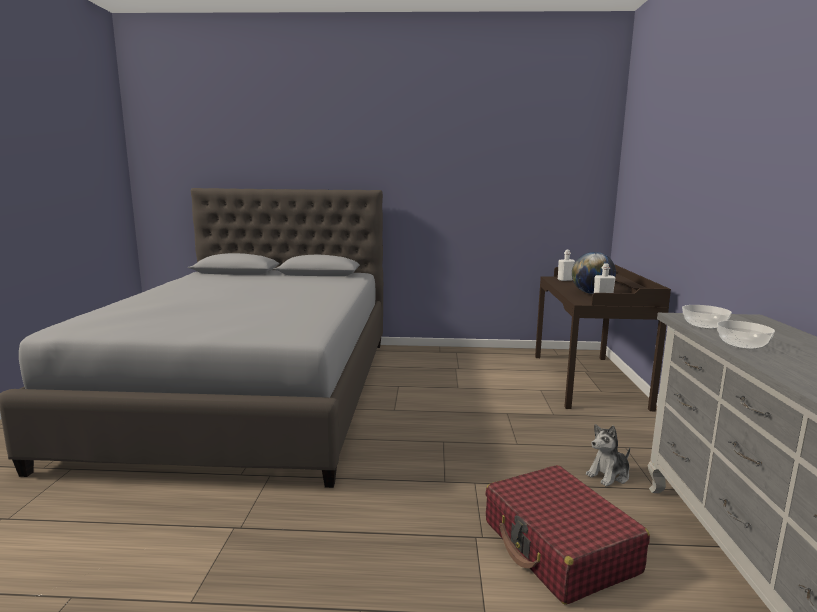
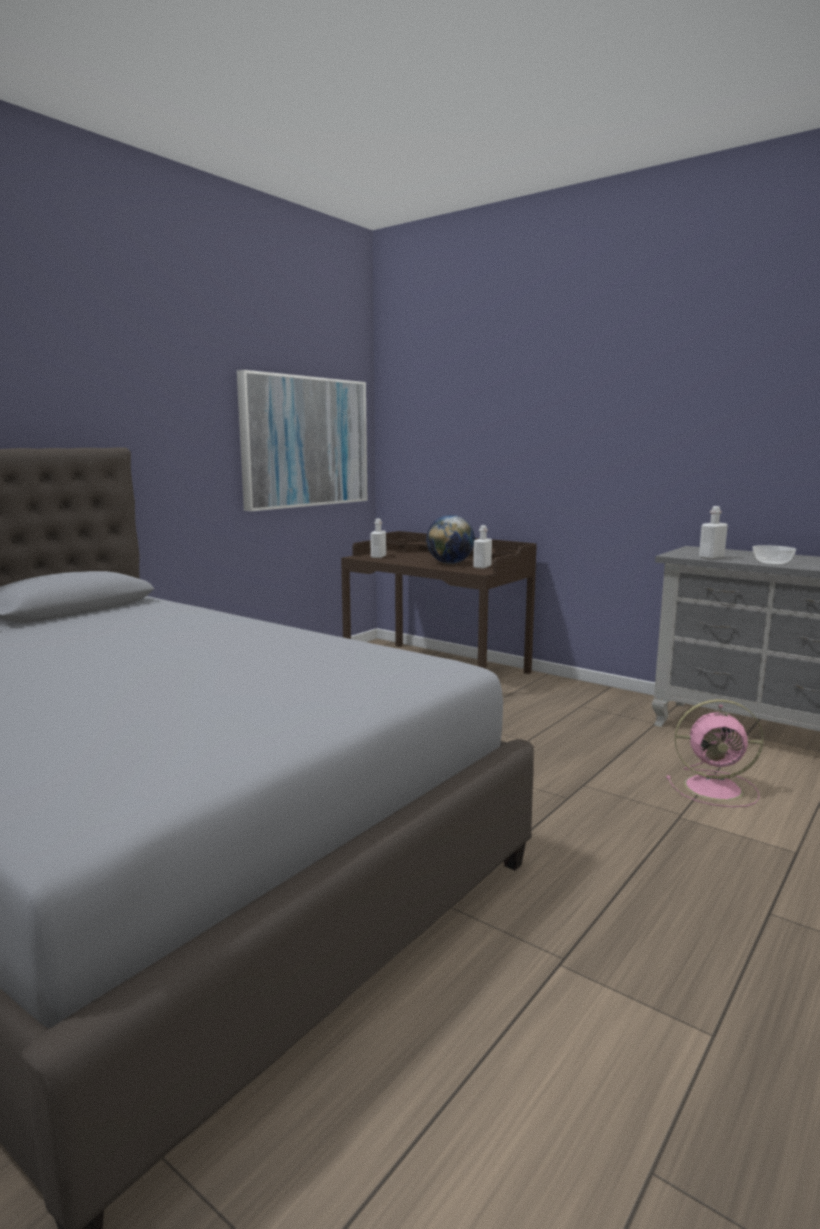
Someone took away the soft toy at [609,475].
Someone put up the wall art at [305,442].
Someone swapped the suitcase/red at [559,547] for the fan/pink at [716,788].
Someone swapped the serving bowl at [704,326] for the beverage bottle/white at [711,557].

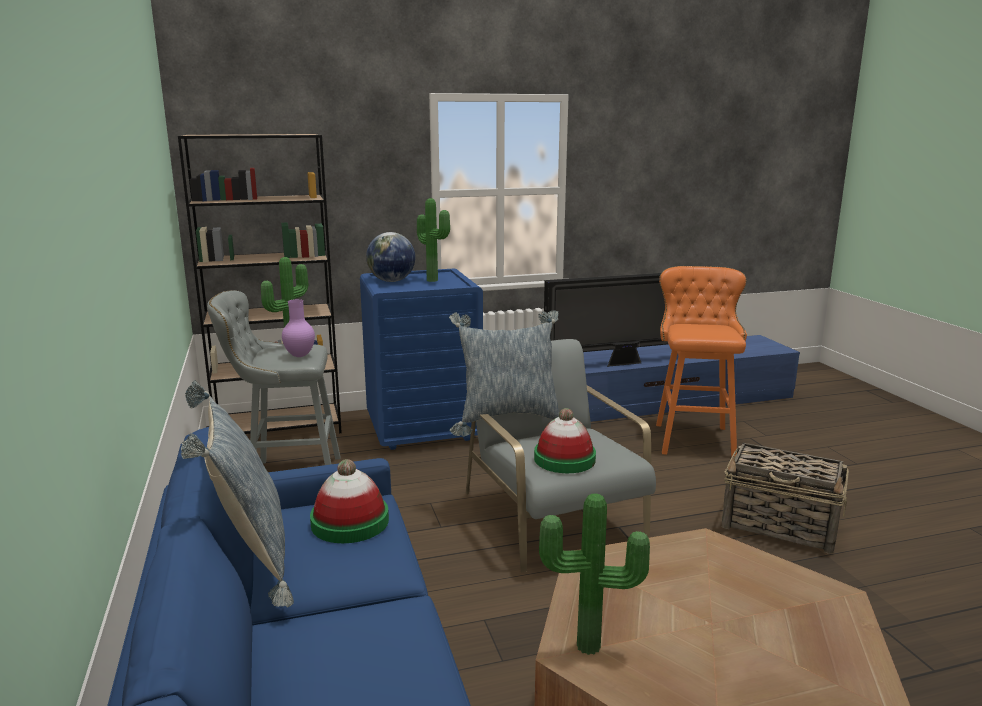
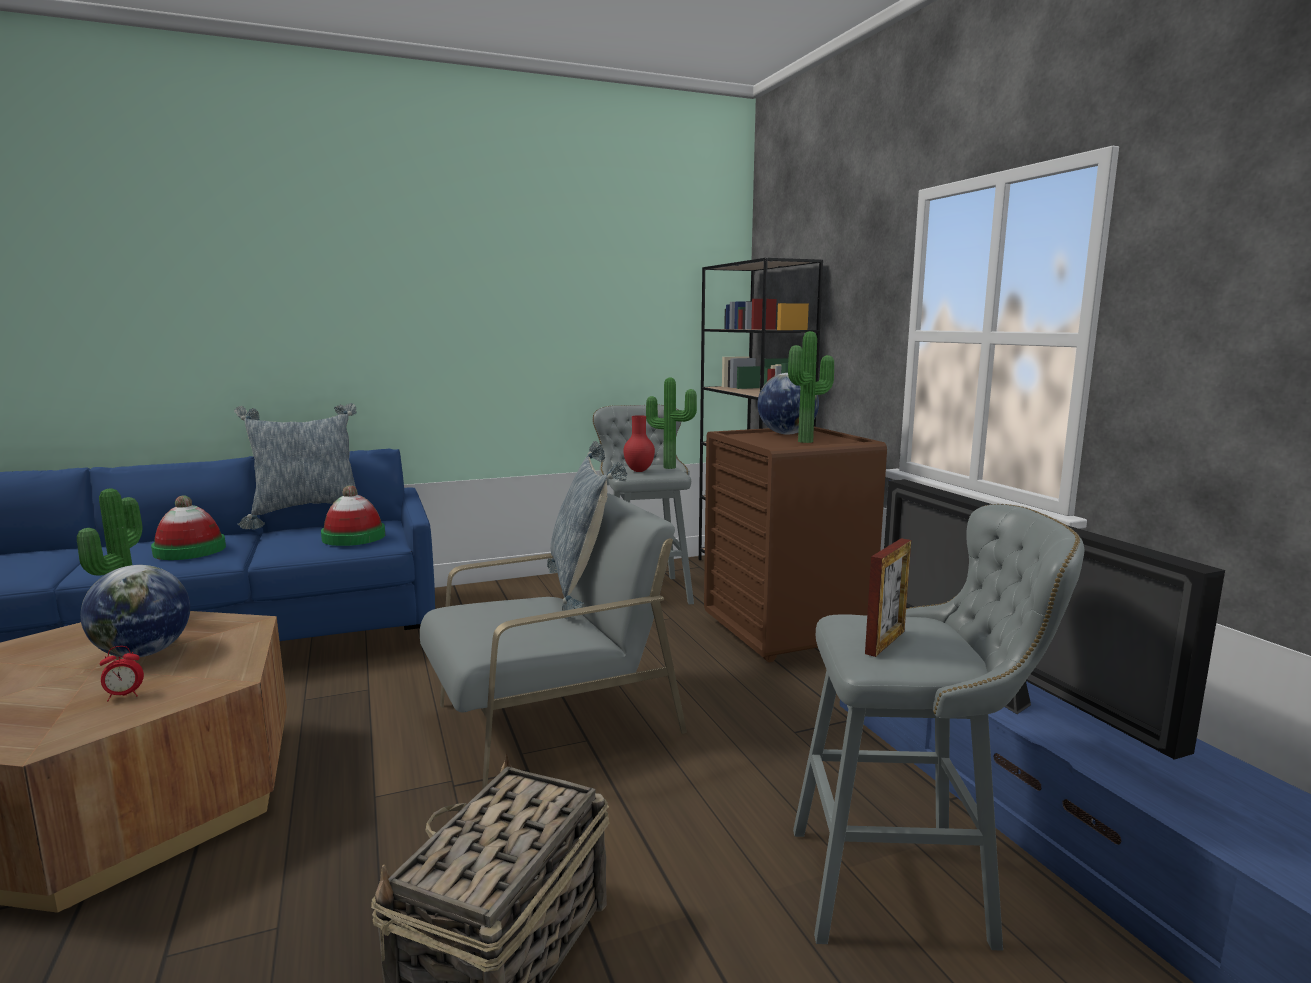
Someone put down the desk globe at [143,653].
Someone put down the bedside clock at [124,696].
Someone put down the standing frame at [885,642].
Someone carried the wearable hat from [564,459] to [190,550].
Someone repainted the flower vase/purple at [299,356], which became the flower vase/red at [638,471].
Someone repainted the drawer chest/bluish at [424,430], which became the drawer chest/brown at [786,635].
Someone repainted the sitting stool/orange-coloured at [693,435], which became the sitting stool/greyish at [914,885].

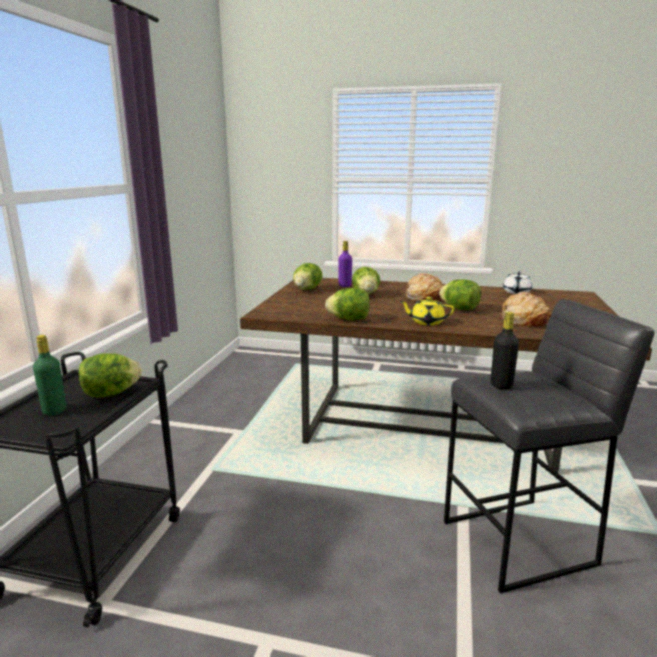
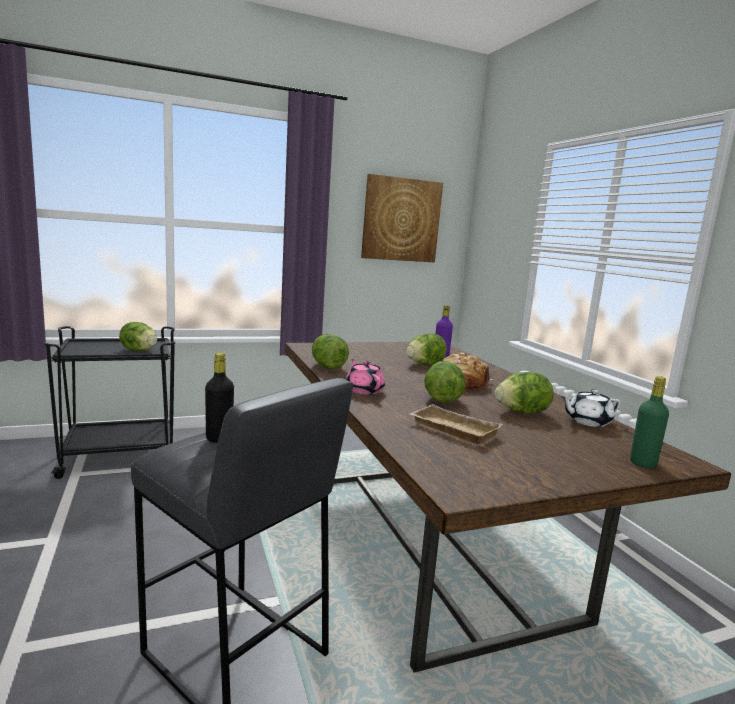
Someone put up the wall art at [401,220].
Someone carried the beverage bottle/greenish from [54,410] to [643,463].
Someone carried the lettuce head from [307,289] to [522,412].
Someone swapped the bakery bread at [523,320] for the carrying tray/beige-coloured at [451,430].
Someone repainted the teapot/yellow-coloured at [426,322], which became the teapot/pink at [364,390].

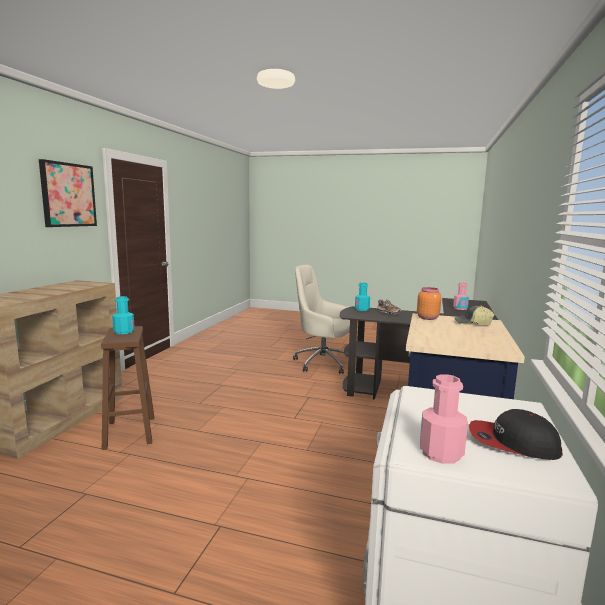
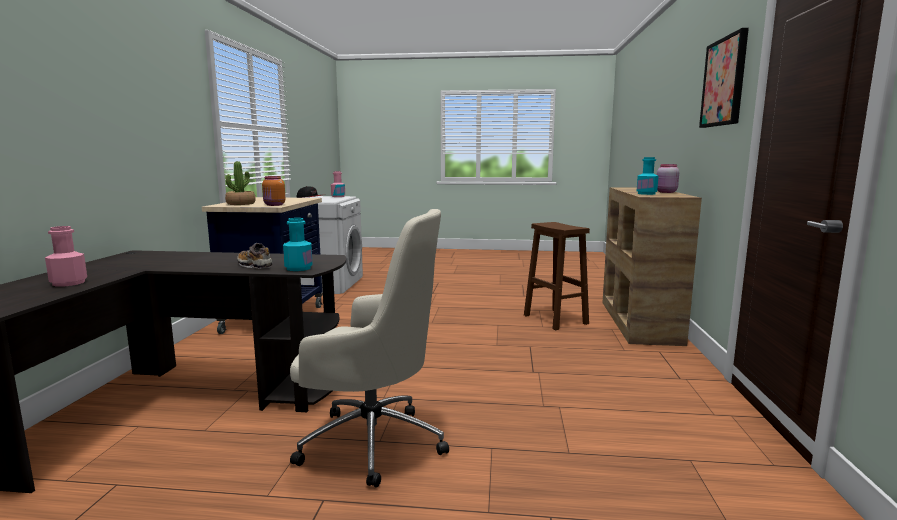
Someone put down the preserve jar/pink at [665,192].
Someone carried the beverage bottle/turquoise from [124,332] to [646,193].
Someone swapped the cap at [472,323] for the plant in a pot at [241,204].

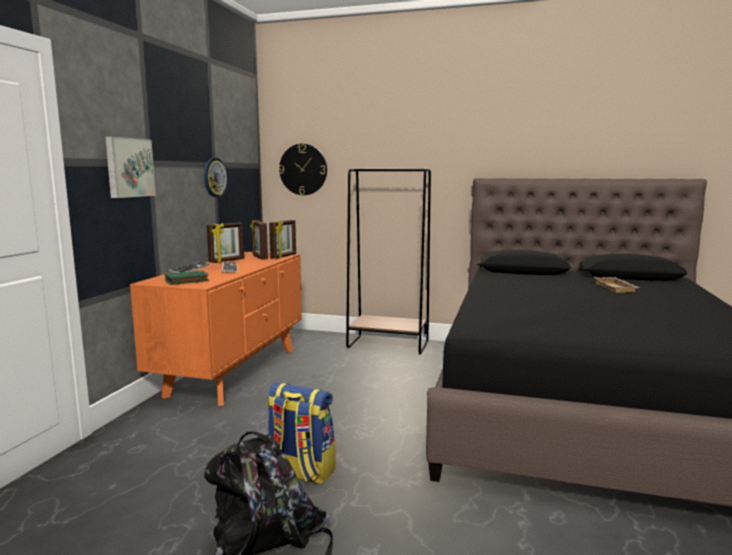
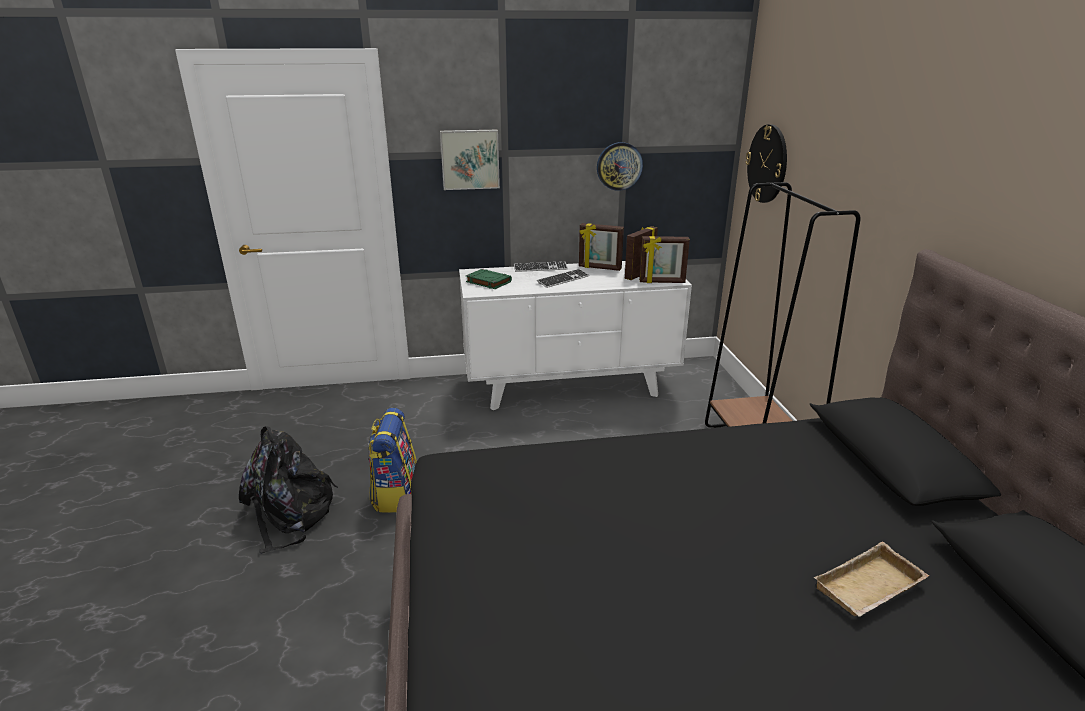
Someone repainted the drawer chest/orange-coloured at [233,371], which became the drawer chest/white at [569,385].

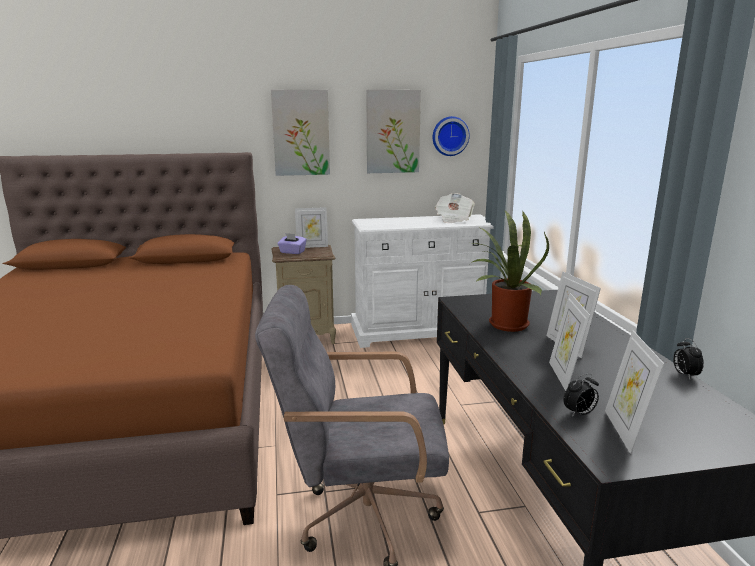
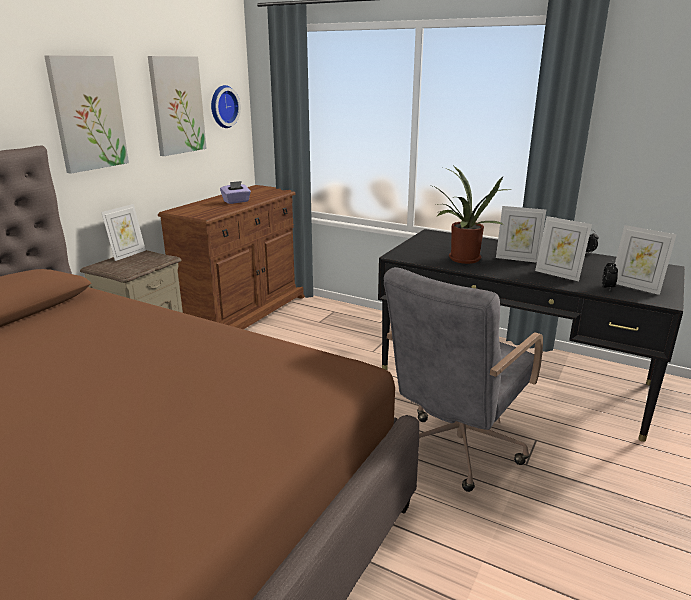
Someone took away the printed paper at [453,219].
Someone carried the box of tissues/purple from [292,252] to [236,201].
Someone repainted the drawer chest/white at [423,330], which became the drawer chest/brown at [243,312].

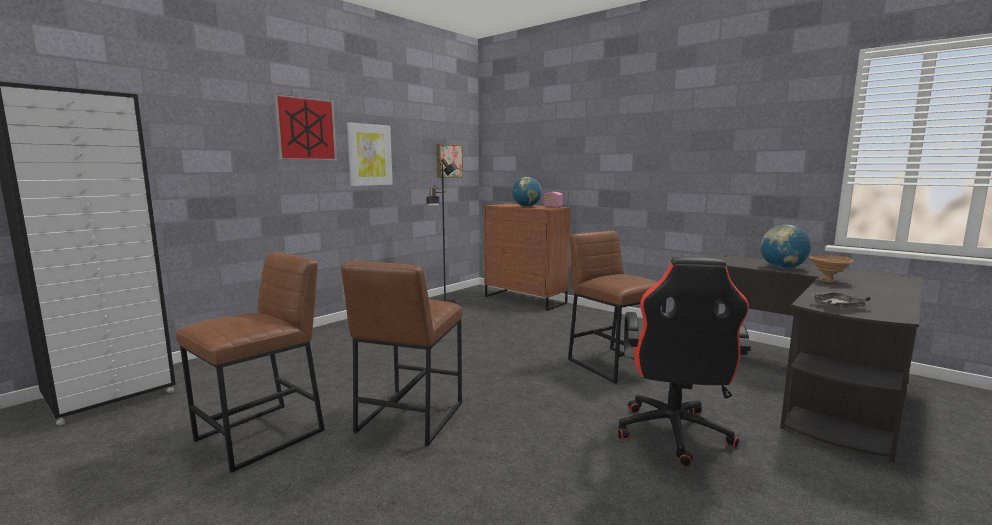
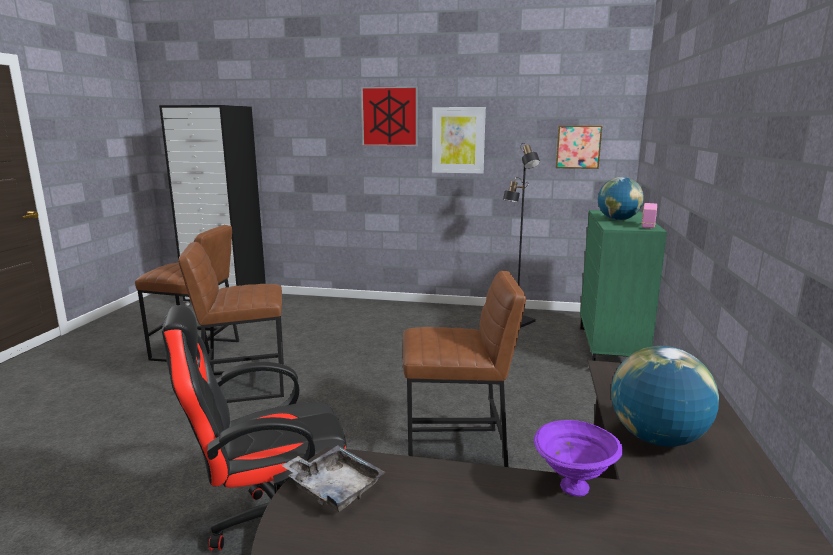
Someone repainted the drawer chest/brown at [525,299], which became the drawer chest/greenish at [611,350].
Someone repainted the serving bowl/brown at [828,281], which became the serving bowl/purple at [573,489].
Someone rotated the chair/brown at [612,364] by 60 degrees clockwise.

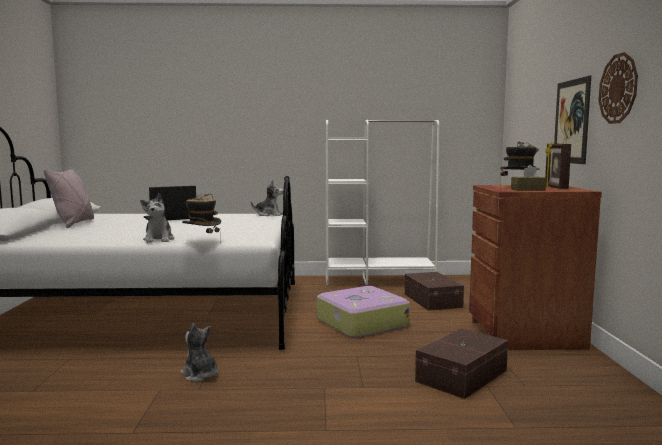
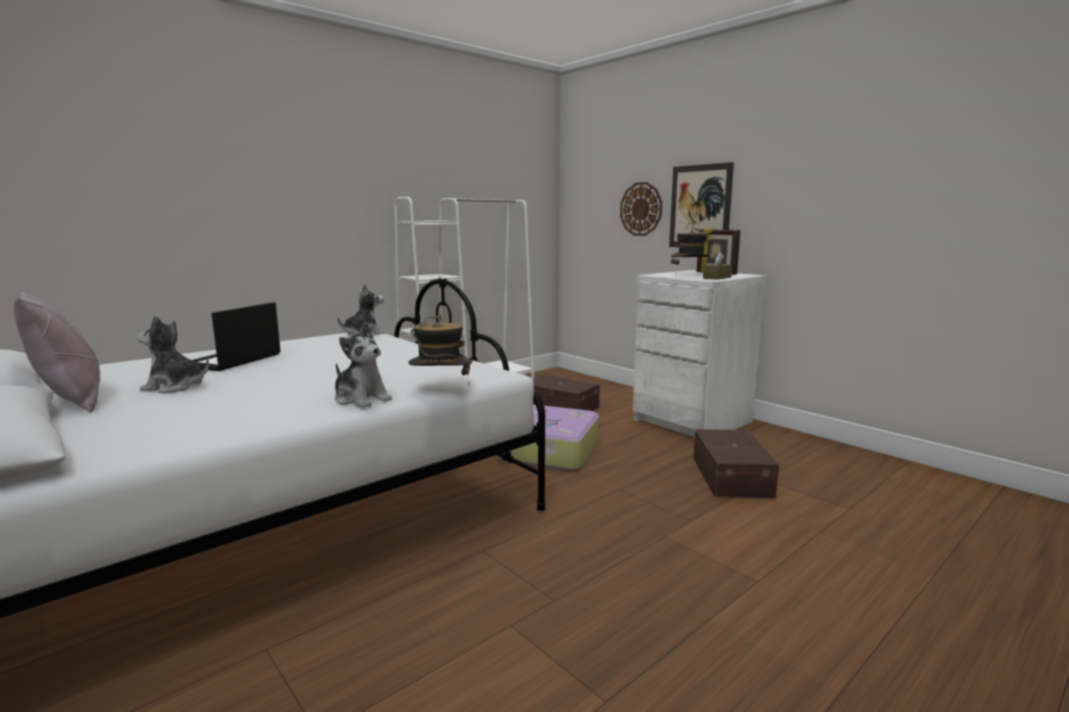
Someone carried the soft toy from [200,375] to [175,387].
Someone carried the hanging clock from [618,88] to [641,209].
Someone repainted the drawer chest/brown at [526,335], which became the drawer chest/white at [693,421].

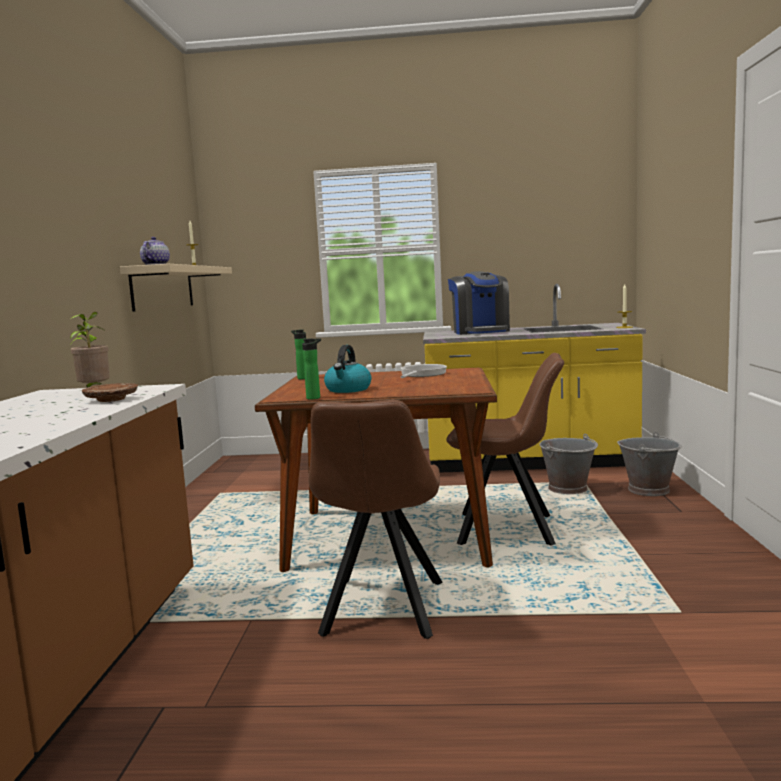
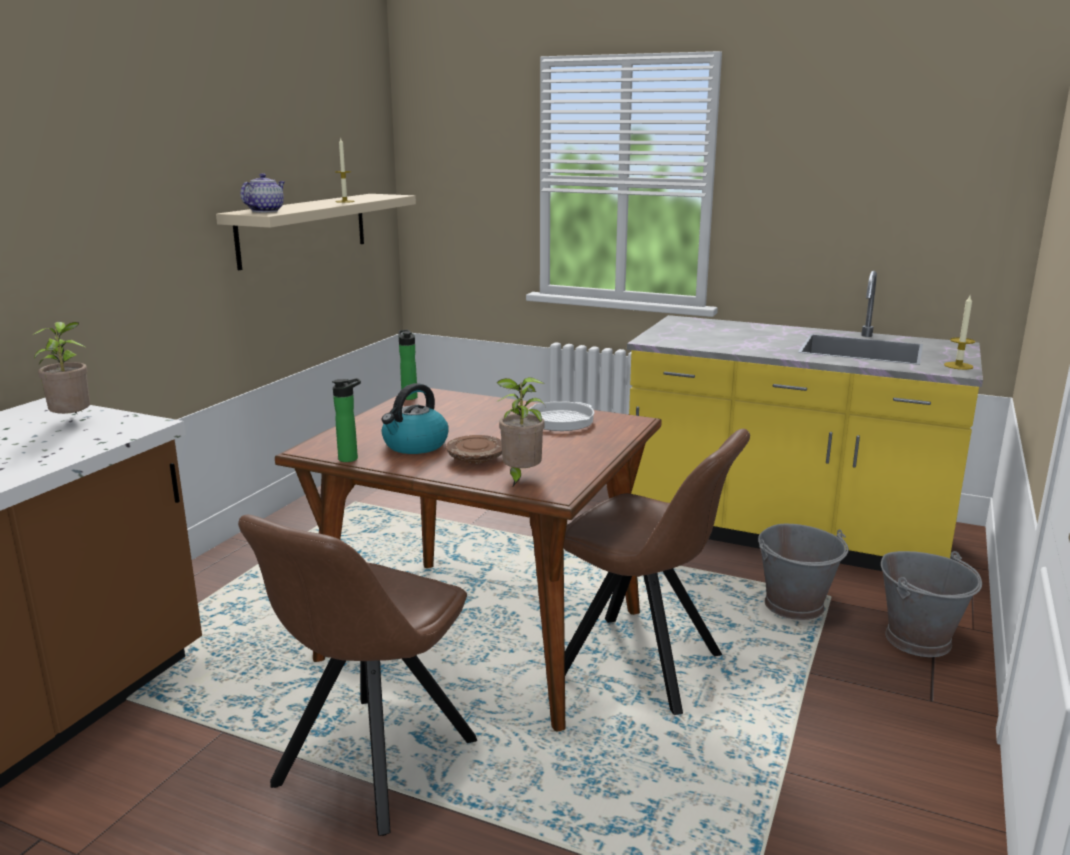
Someone took away the coffee maker at [480,332].
Someone put down the plant in a pot at [520,477].
Someone carried the plate/brown from [111,399] to [476,458].

